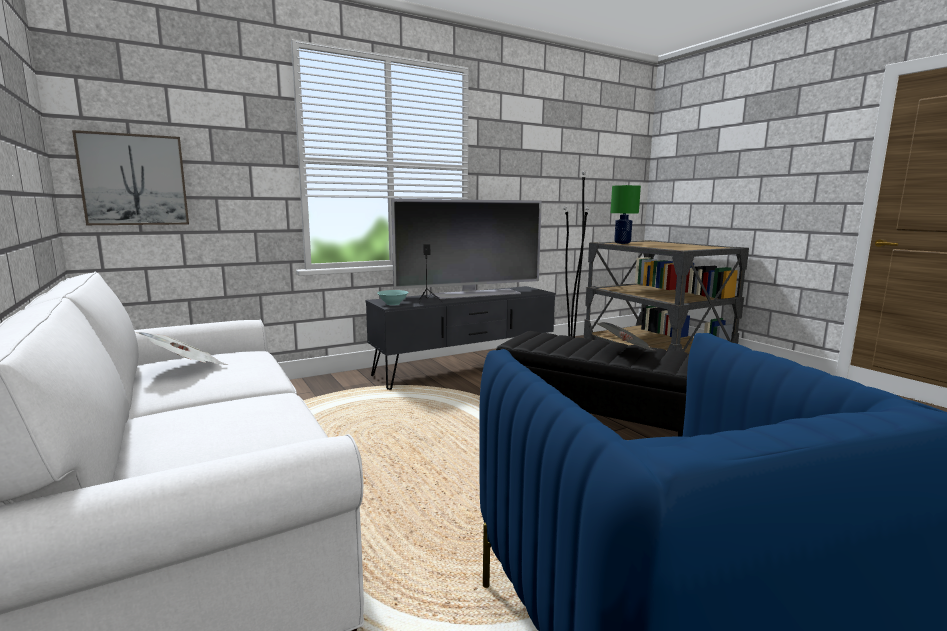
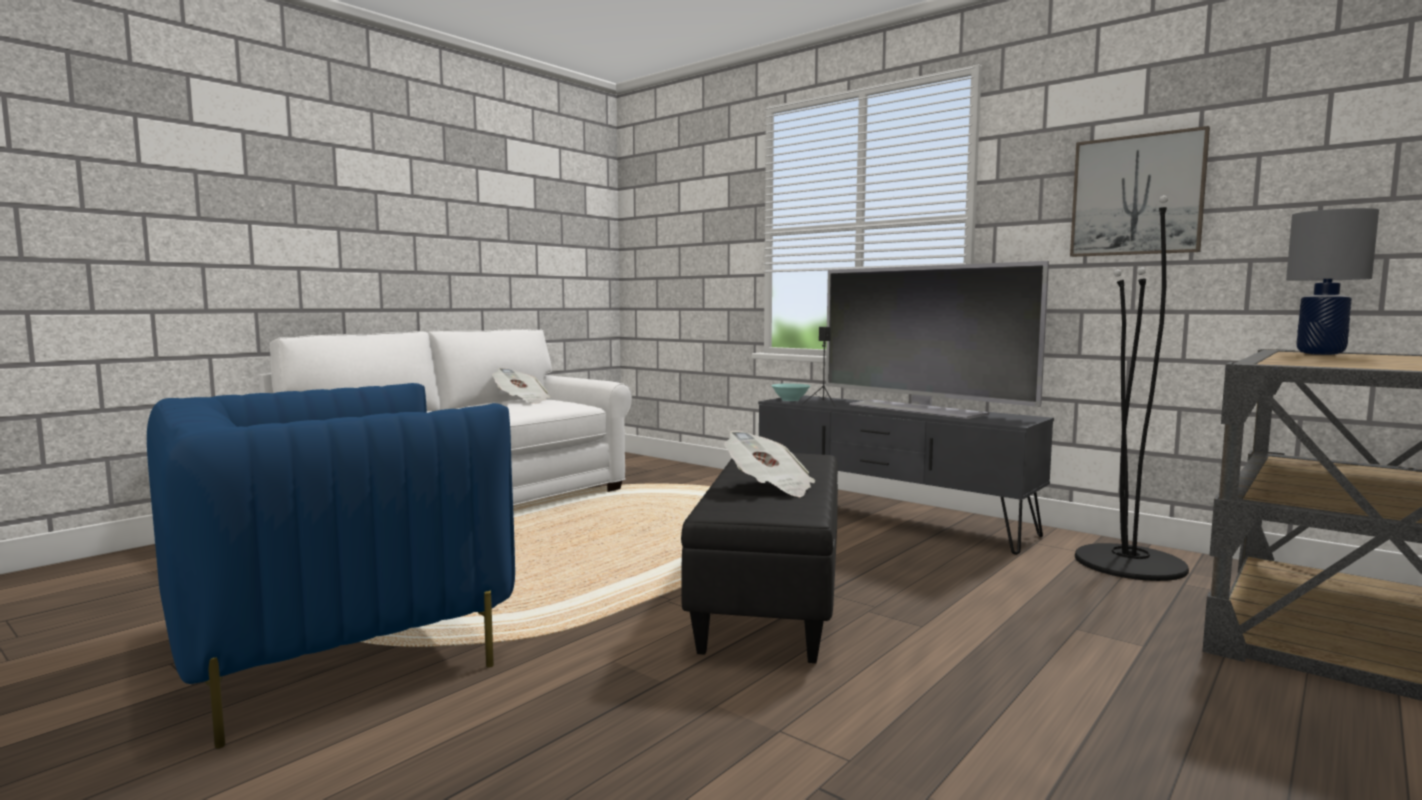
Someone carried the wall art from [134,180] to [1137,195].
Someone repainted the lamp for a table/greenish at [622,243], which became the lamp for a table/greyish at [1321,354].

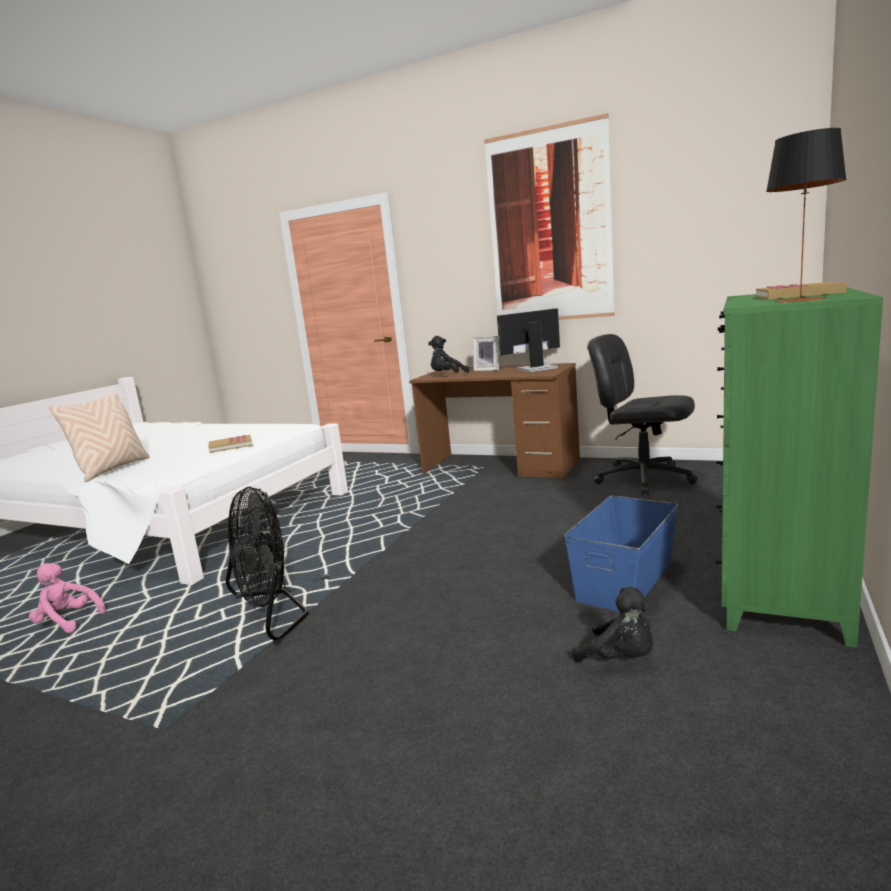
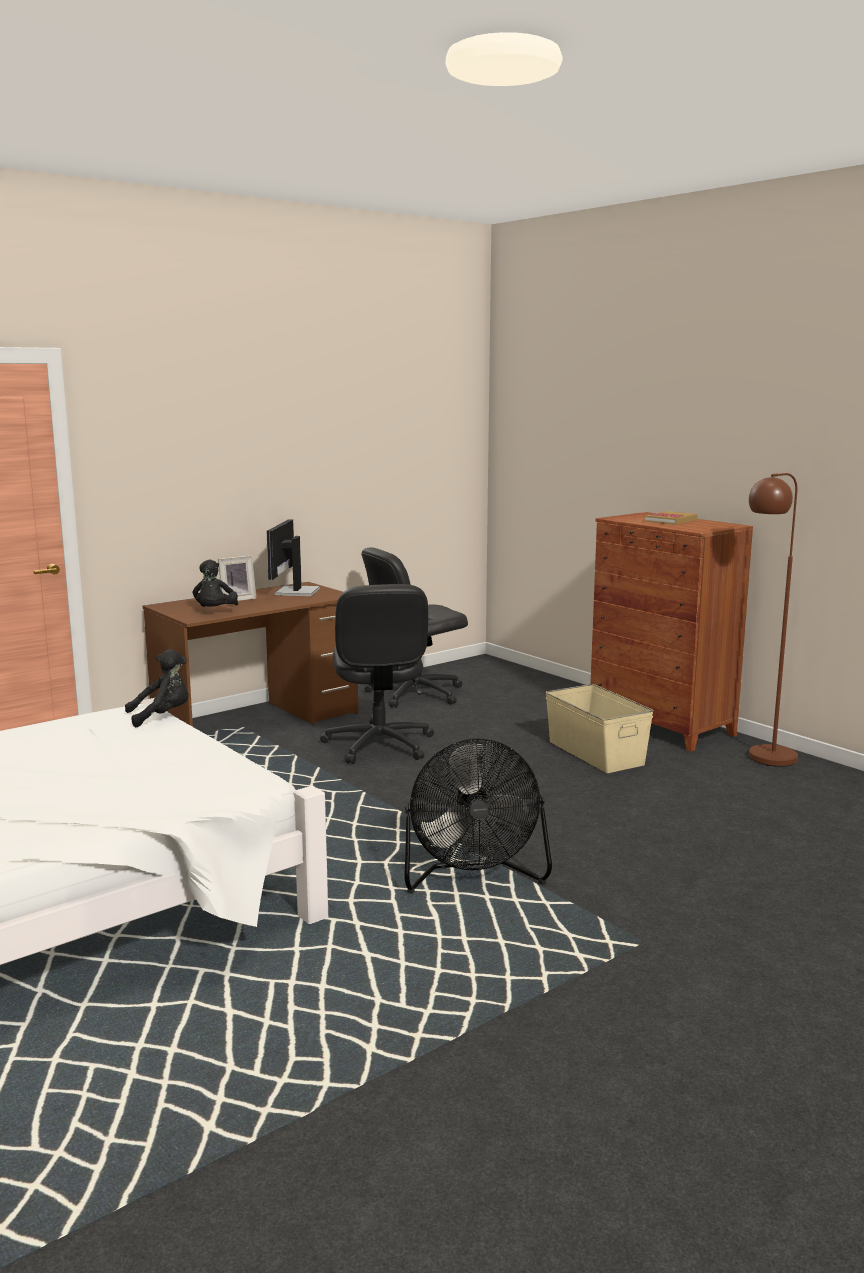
Someone took away the soft toy/pink at [67,622].
Someone took away the throw pillow/beige-coloured at [112,469].
Someone took away the volume at [231,446].
Someone took away the wall art at [549,227].
Someone took away the lamp for a table at [800,300].
Someone put down the desk chair/blackish at [379,745].
Someone put down the standard lamp/brown at [763,761].
Someone carried the soft toy/blackish from [620,658] to [162,716].
Someone repainted the storage bin/bluish at [626,580], which became the storage bin/beige-coloured at [596,752].
Someone repainted the drawer chest/greenish at [777,590], which became the drawer chest/brown at [660,727].

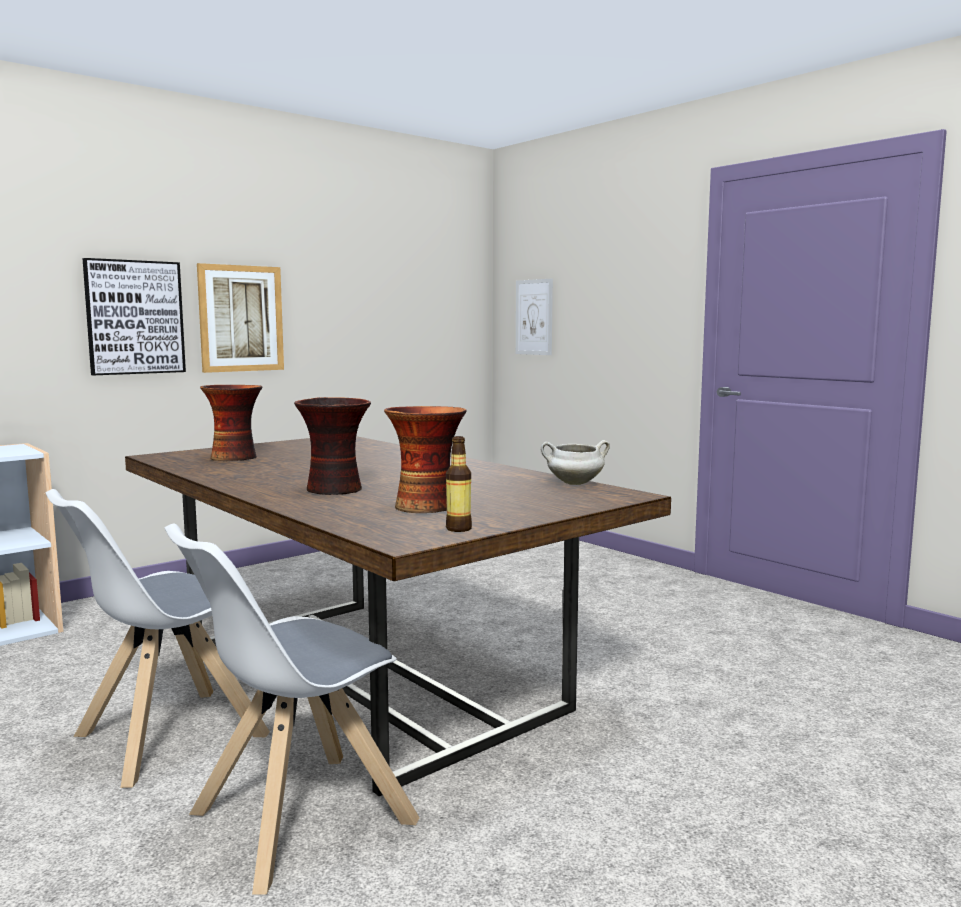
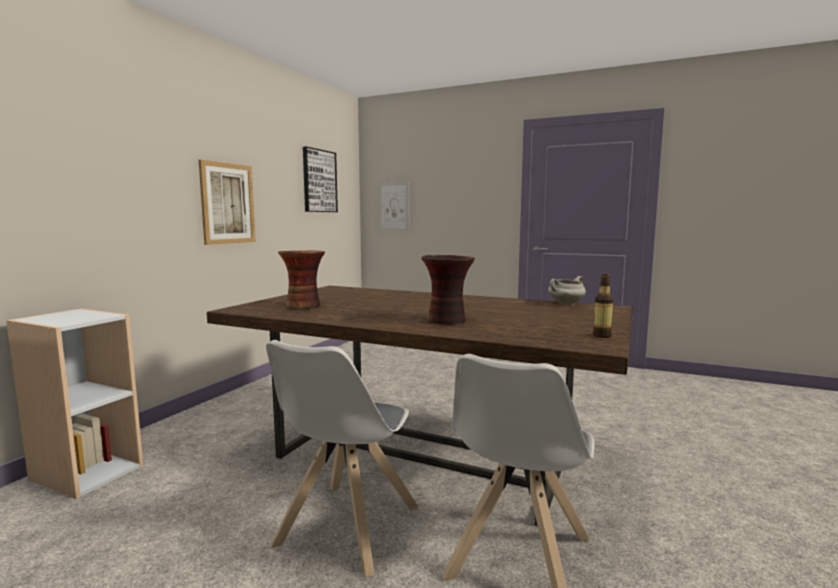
Someone took away the flower vase at [426,506].
Someone carried the wall art from [135,317] to [319,181].

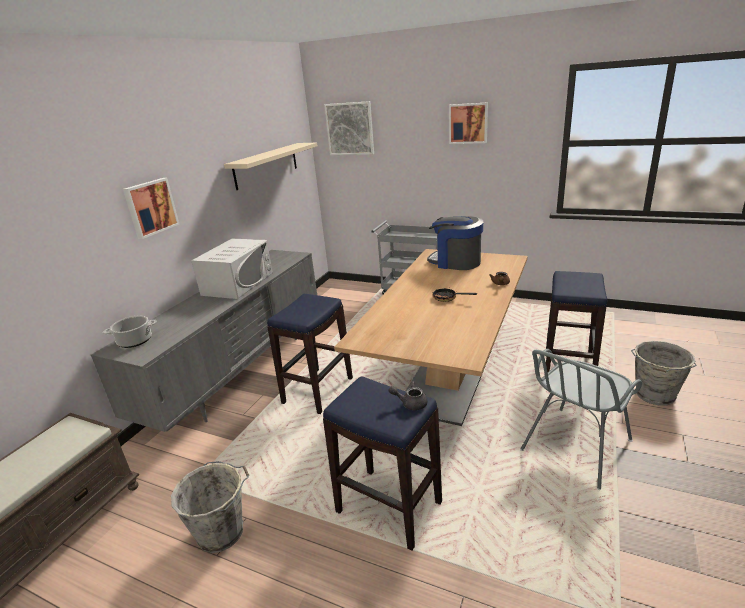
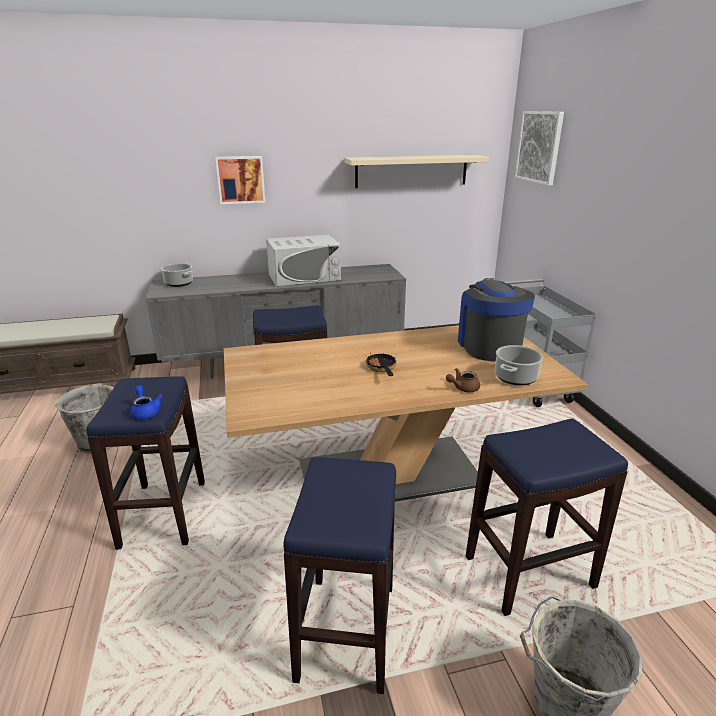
Someone took away the wall art at [468,123].
Someone put down the stockpot at [515,378].
Someone swapped the chair/greyish at [574,448] for the sitting stool at [346,631].
Someone repainted the teapot/greyish at [410,403], which became the teapot/bluish at [146,412].

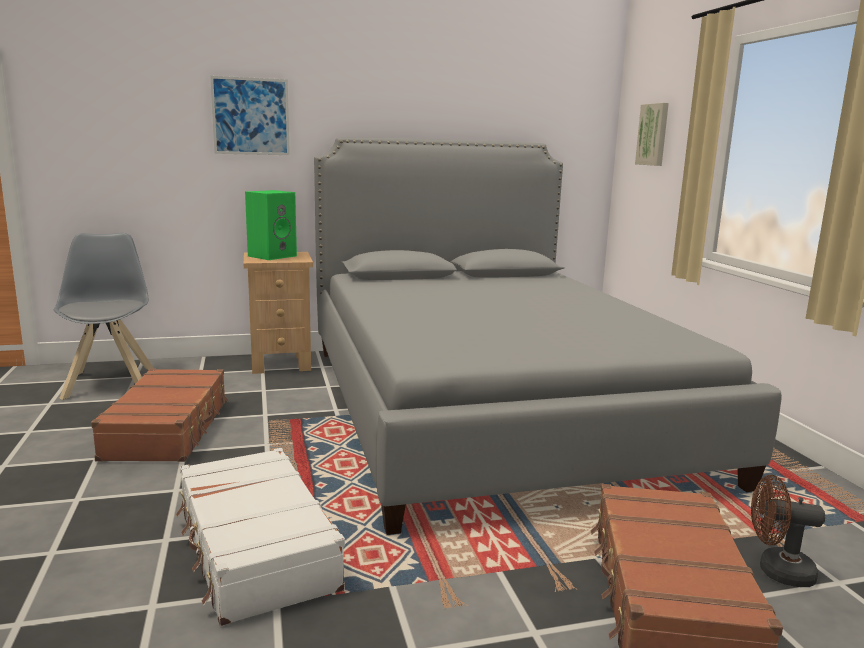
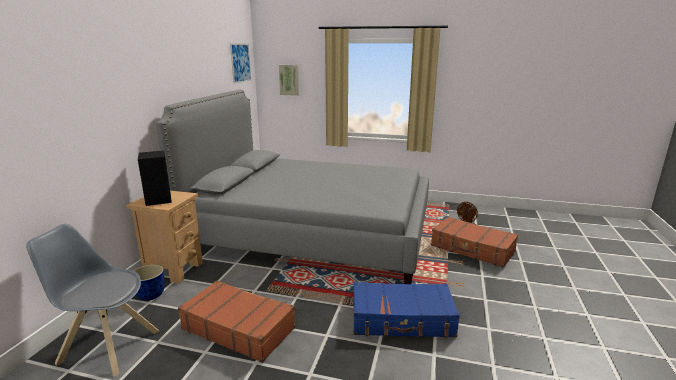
Someone put down the flower pot at [150,295].
Someone carried the wall art from [251,116] to [240,63].
Someone repainted the suitcase/white at [255,549], which became the suitcase/bluish at [402,320].
Someone repainted the loudspeaker/greenish at [272,256], which became the loudspeaker/blackish at [157,199].

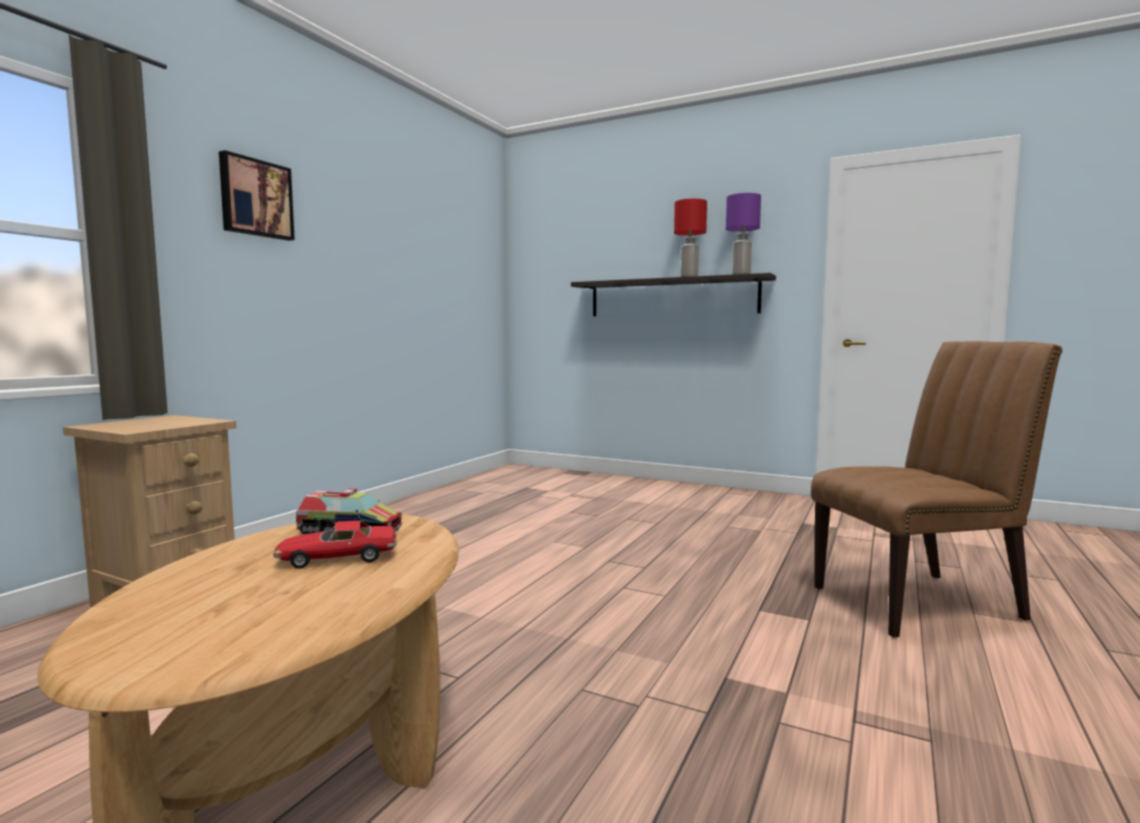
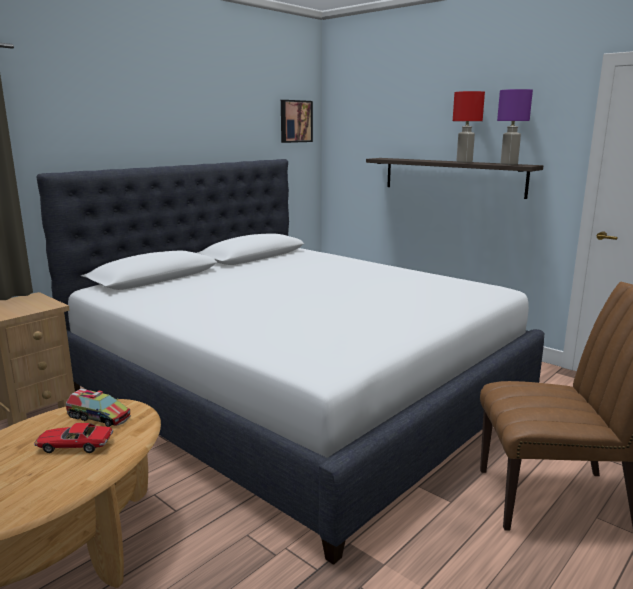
Someone put down the sleeping bed/white at [297,393].
Someone carried the wall art from [255,198] to [295,121].

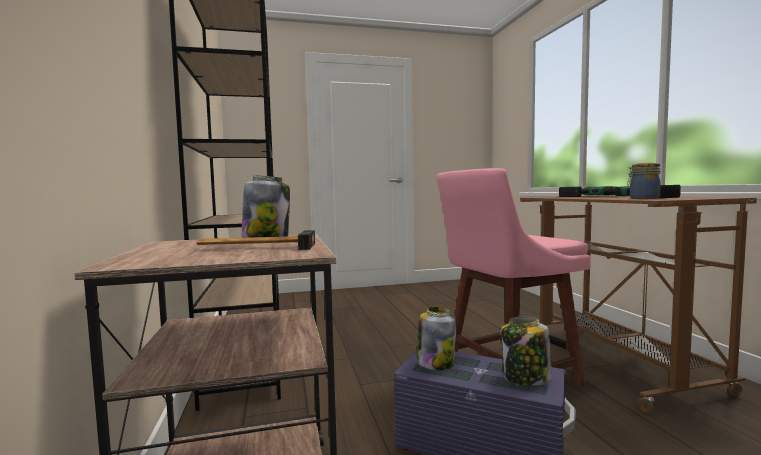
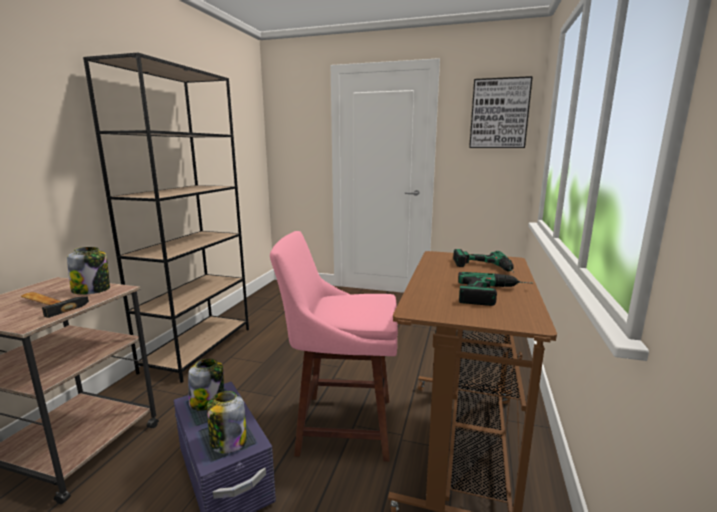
Someone took away the preserve jar at [642,198].
Someone put up the wall art at [499,113].

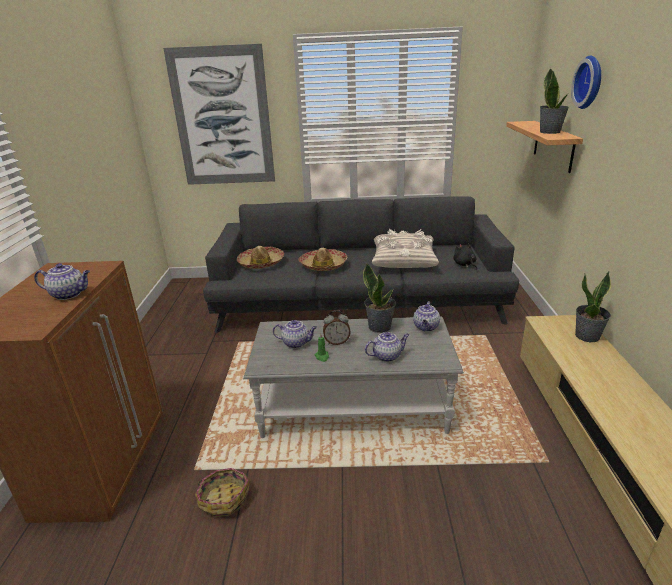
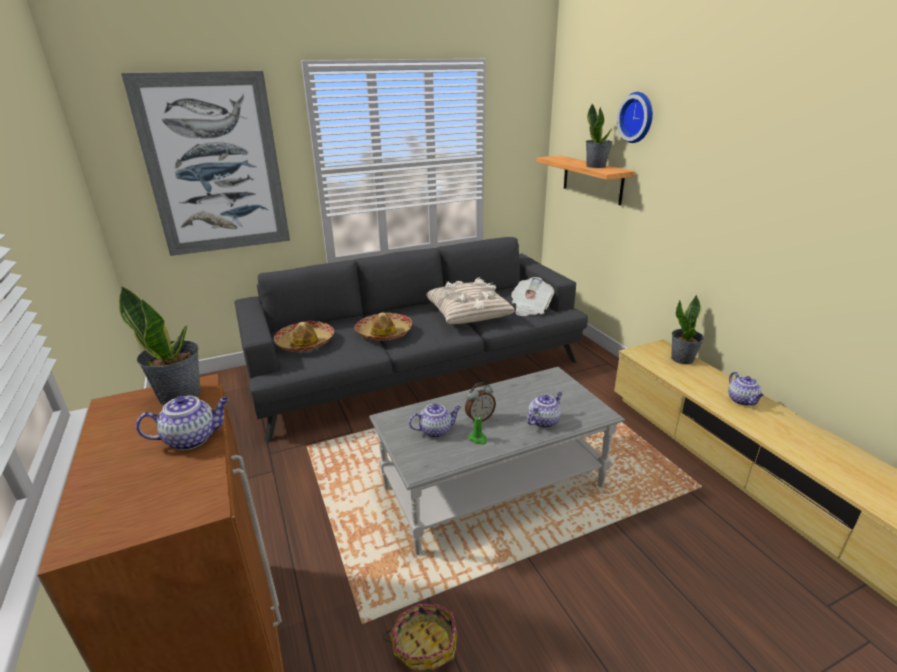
Someone carried the plant in a pot from [379,327] to [180,395].
Someone carried the teapot from [426,327] to [742,400].
Someone swapped the soft toy/blackish at [465,264] for the printed paper at [530,308].

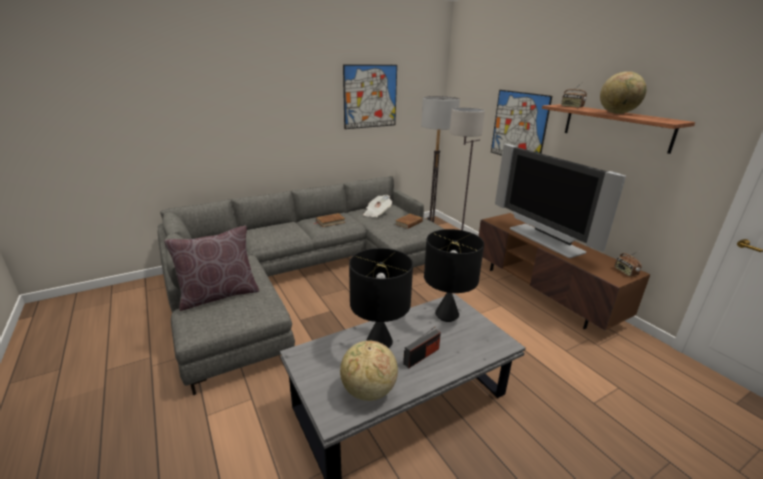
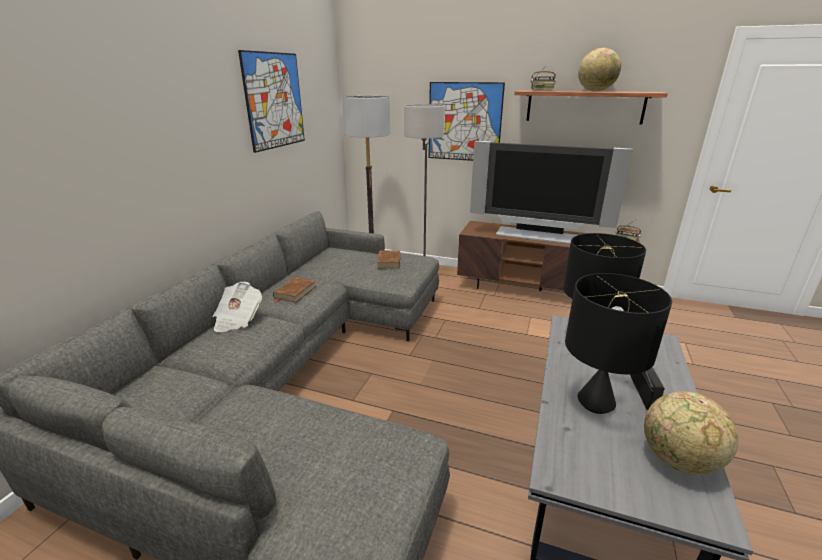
Someone took away the throw pillow/brown at [219,295].
Someone carried the printed paper from [377,213] to [237,319].

